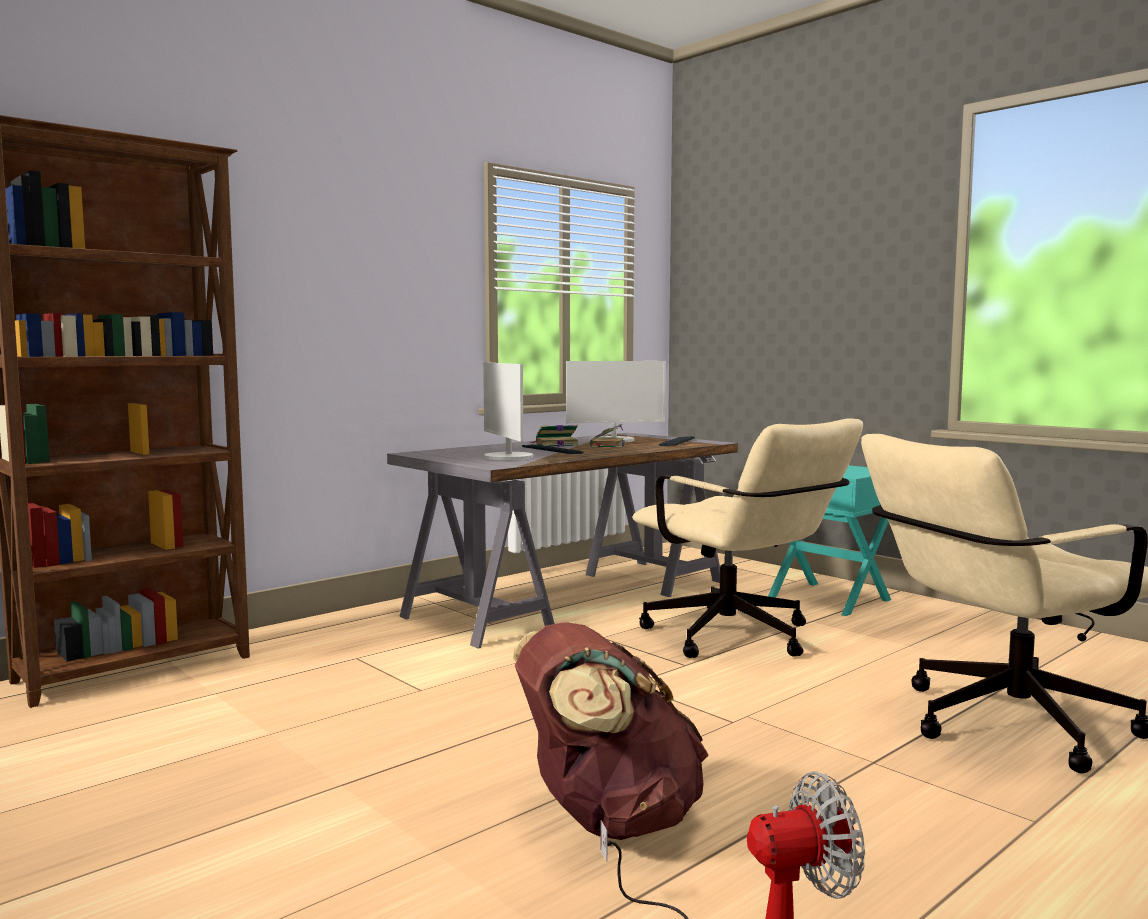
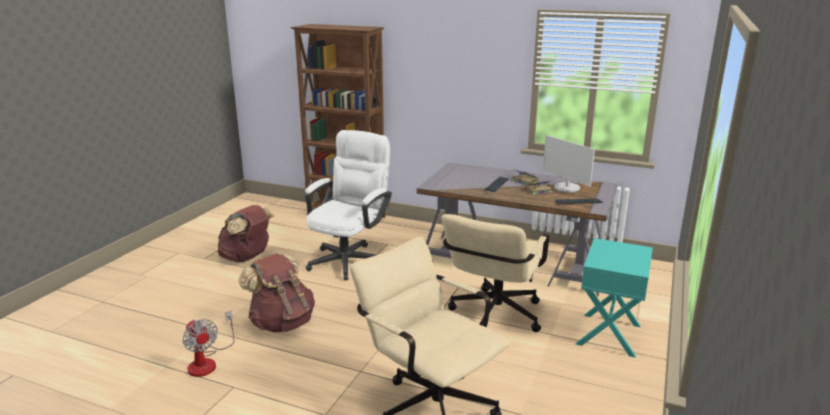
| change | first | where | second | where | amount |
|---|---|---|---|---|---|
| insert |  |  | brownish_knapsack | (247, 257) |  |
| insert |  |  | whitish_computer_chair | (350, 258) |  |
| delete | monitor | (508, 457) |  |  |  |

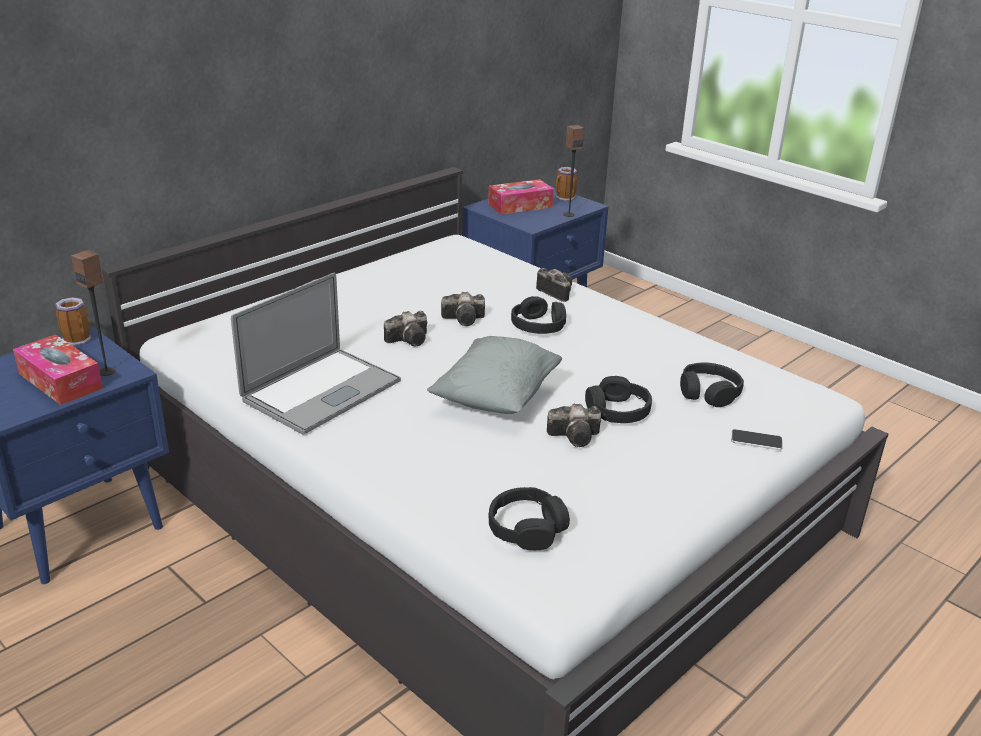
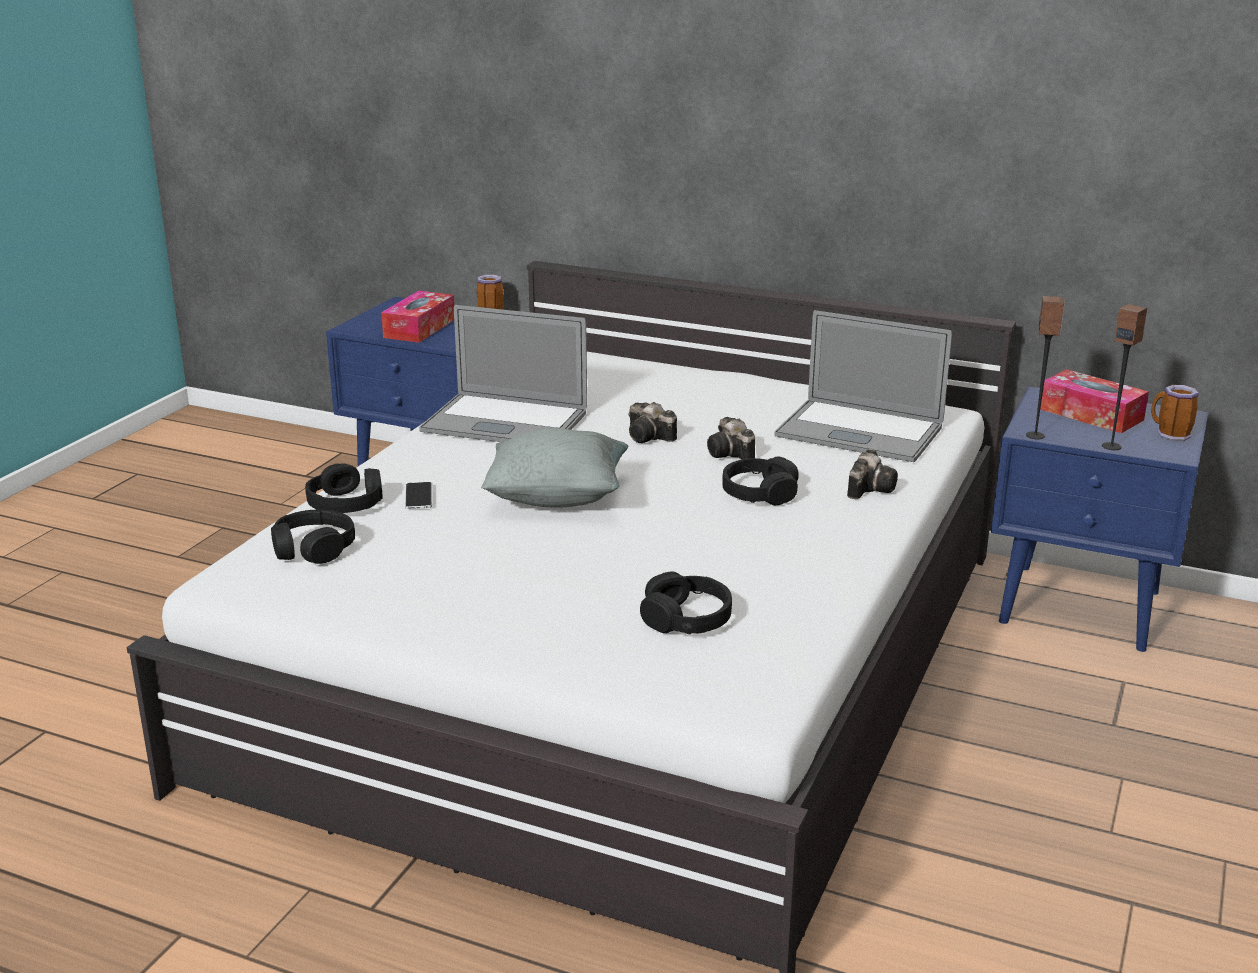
| change | first | where | second | where | amount |
|---|---|---|---|---|---|
| move | blackish_headset | (617, 411) |  | (346, 503) |  |
| move | handset | (756, 440) |  | (418, 497) |  |
| insert |  |  | laptop | (859, 431) |  |
| move | loudspeaker | (107, 371) |  | (1035, 436) |  |
| delete | photo_camera | (576, 436) |  |  |  |

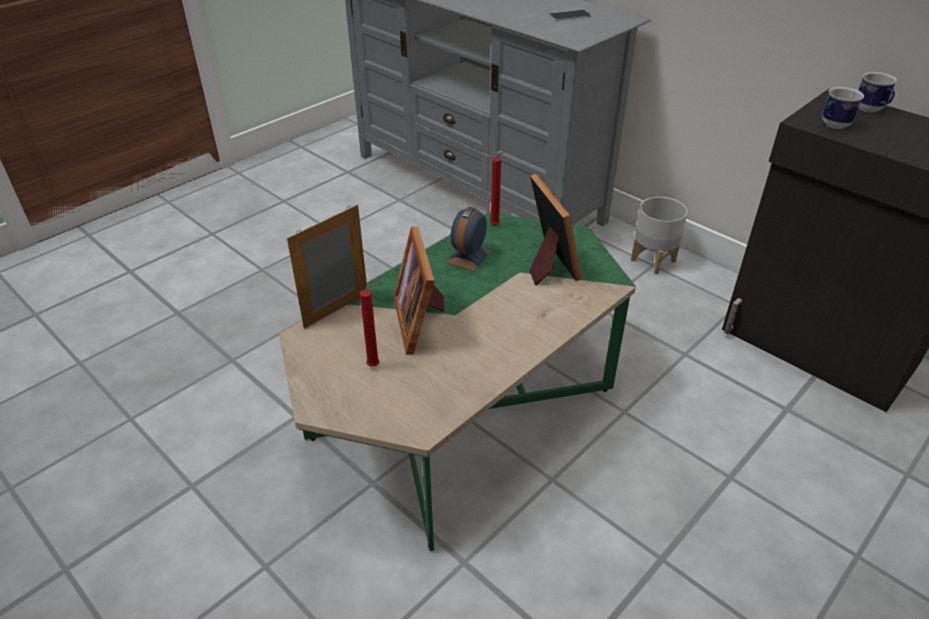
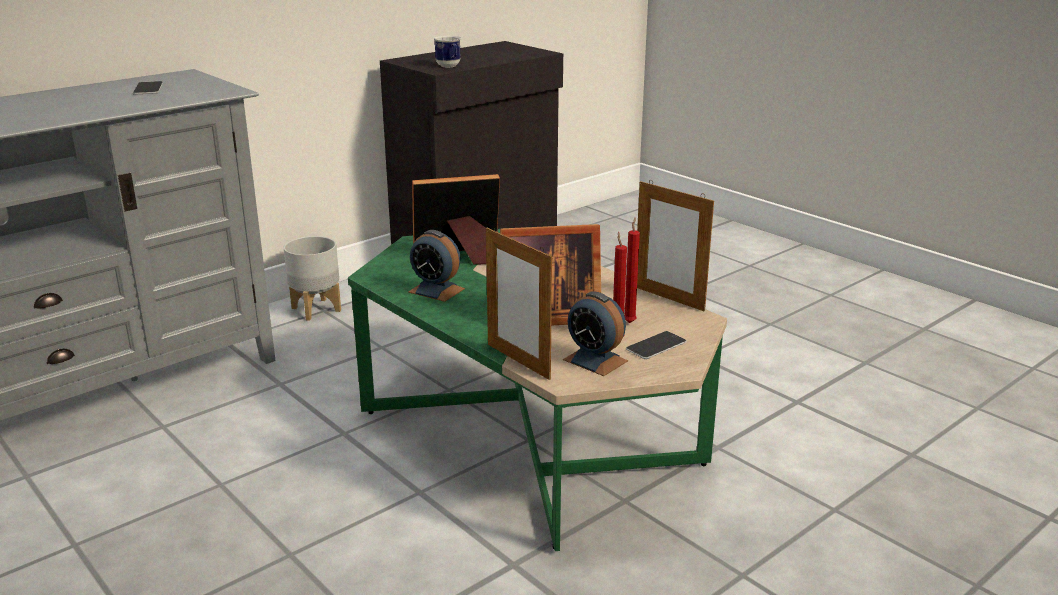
| change | first | where | second | where | amount |
|---|---|---|---|---|---|
| insert |  |  | alarm_clock | (595, 360) |  |
| move | red-coloured_wax_candle | (496, 225) |  | (630, 322) |  |
| insert |  |  | handset | (656, 345) |  |
| insert |  |  | picture_frame | (668, 298) |  |
| delete | coffee_mug | (871, 110) |  |  |  |

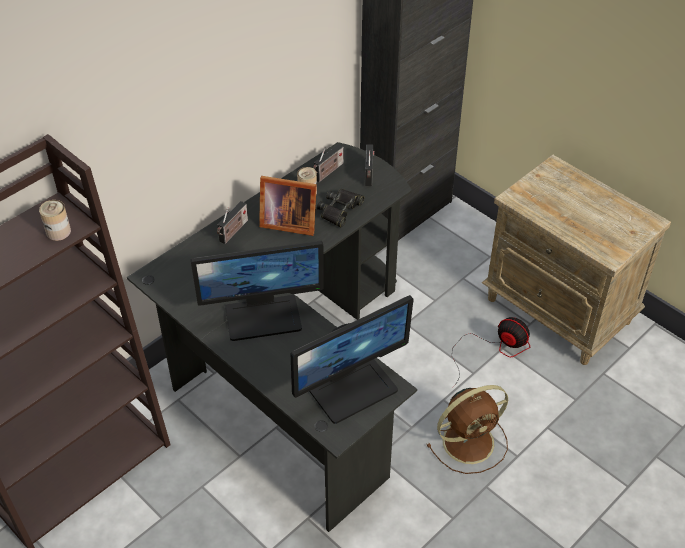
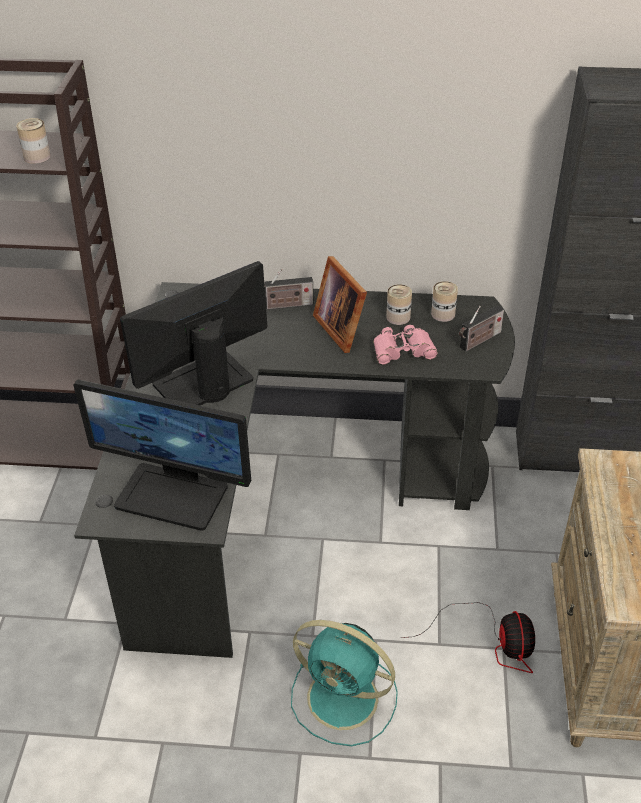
| change | first | where | second | where | amount |
|---|---|---|---|---|---|
| rotate | monitor | (263, 316) |  | (203, 383) | 105 degrees clockwise |
| recolor | brownish_cooling_fan | (470, 441) | blue-green_cooling_fan | (346, 699) |  |
| recolor | blackish_binoculars | (339, 210) | pinkish_binoculars | (403, 350) |  |
| replace | radio_set | (328, 172) | metal_can | (443, 314) |  |

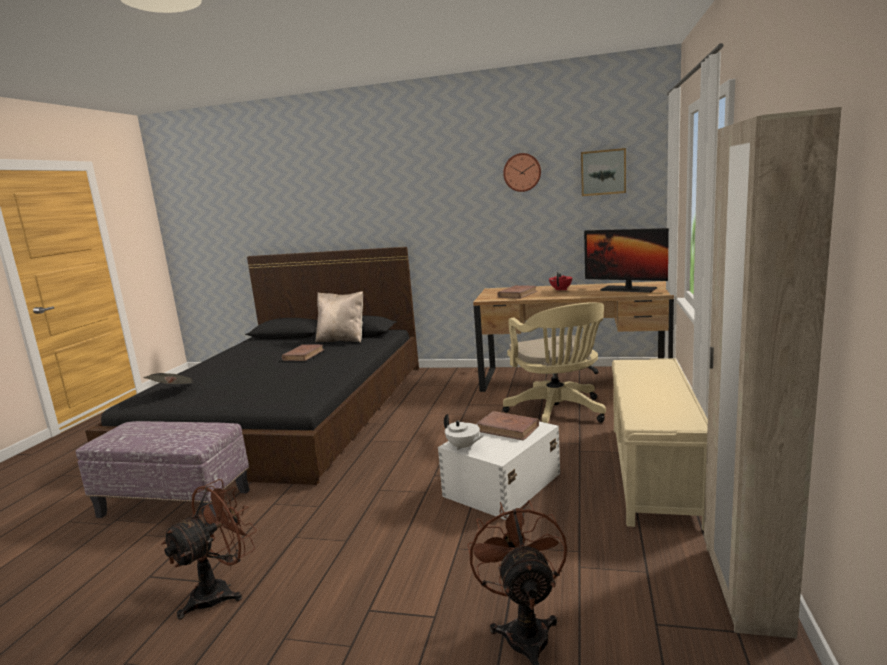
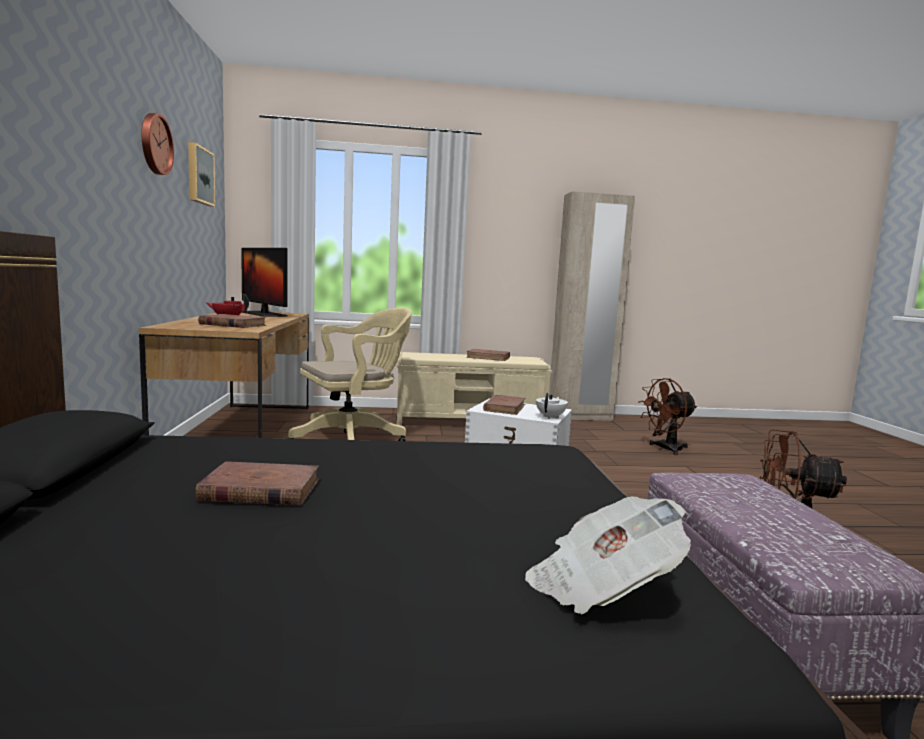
| change | first | where | second | where | amount |
|---|---|---|---|---|---|
| rotate | monitor | (628, 289) |  | (263, 314) | 120 degrees clockwise |
| insert |  |  | brownish_volume | (488, 357) |  |
| delete | beige-coloured_pillow | (342, 340) |  |  |  |

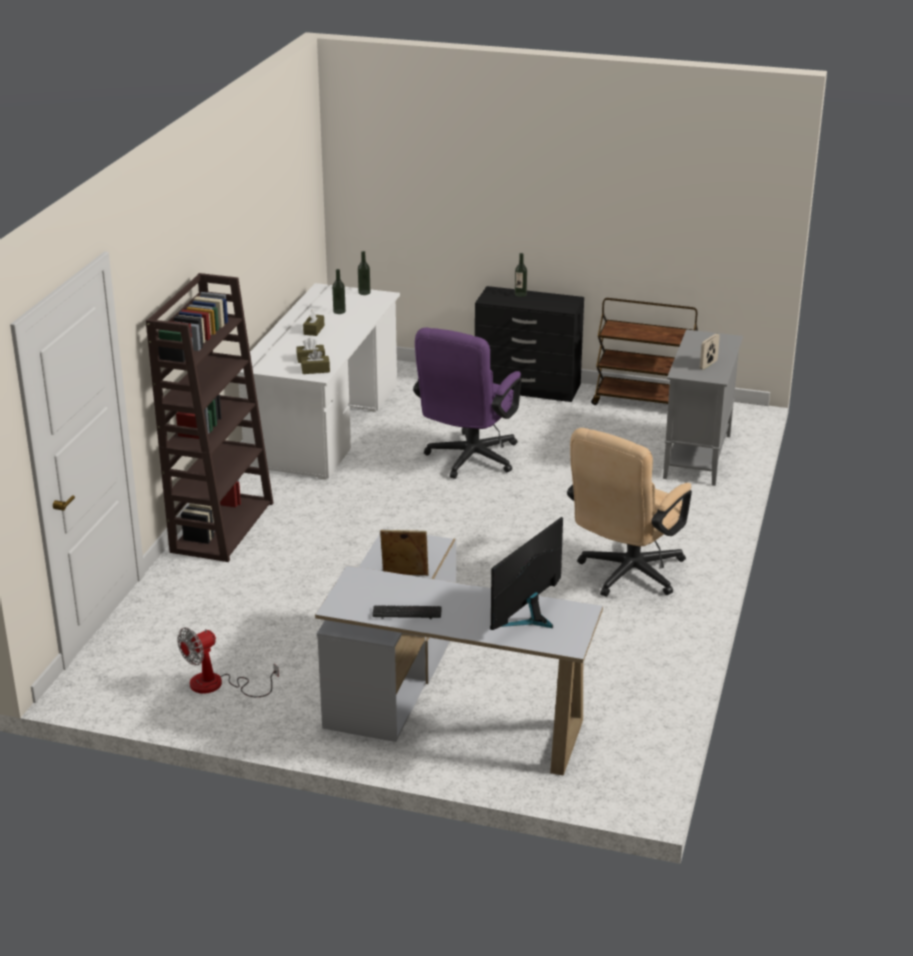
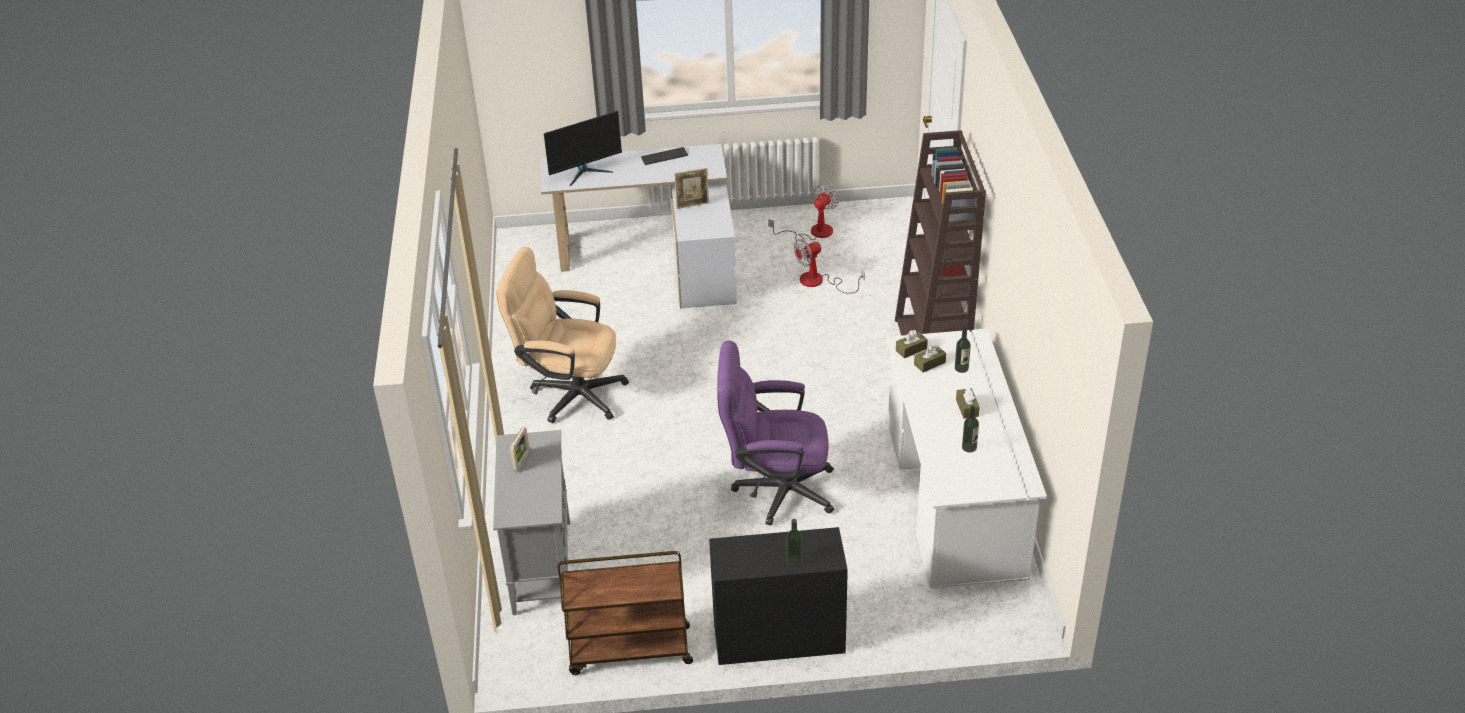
| change | first | where | second | where | amount |
|---|---|---|---|---|---|
| rotate | beige-coloured_computer_chair | (625, 576) |  | (569, 393) | 90 degrees counterclockwise |
| rotate | monitor | (528, 618) |  | (585, 172) | 45 degrees clockwise |
| rotate | purple_computer_chair | (468, 461) |  | (774, 490) | 90 degrees counterclockwise |
| insert |  |  | cooling_fan | (819, 282) |  |
| move | drink_bottle | (364, 292) |  | (961, 368) |  |

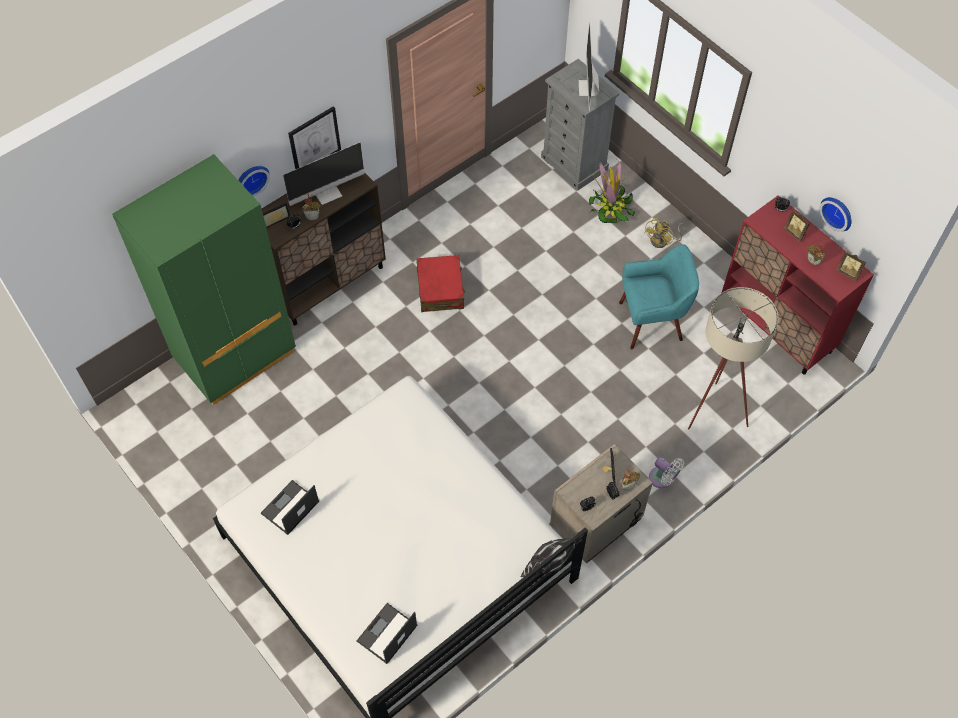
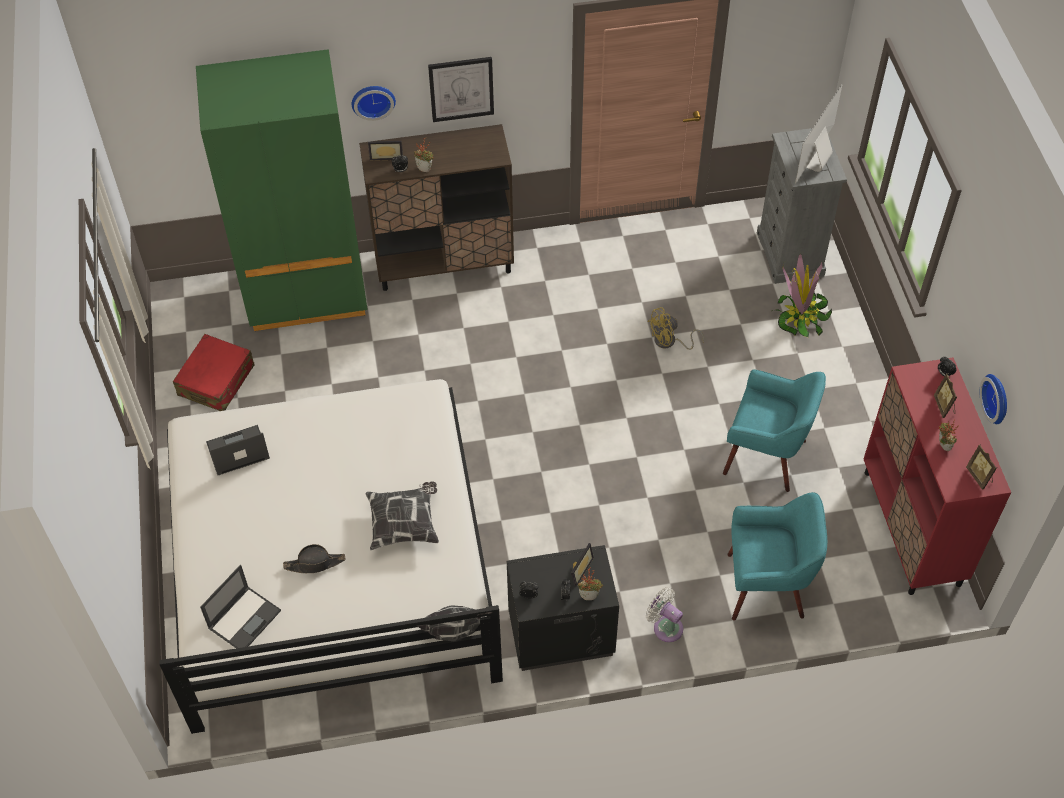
| change | first | where | second | where | amount |
|---|---|---|---|---|---|
| move | red-coloured_piece_of_luggage | (440, 289) |  | (216, 380) |  |
| rotate | laptop | (386, 634) |  | (245, 618) | 150 degrees clockwise |
| insert |  |  | blackish_clothing_hat | (315, 563) |  |
| insert |  |  | pillow | (404, 524) |  |
| recolor | beige-coloured_bedside_table | (597, 523) | blackish_bedside_table | (561, 635) |  |
| rotate | whitish_cooling_fan | (662, 479) |  | (665, 626) | 150 degrees clockwise |
| move | yellow_cooling_fan | (663, 241) |  | (669, 342) |  |
| replace | beige-coloured_standard_lamp | (710, 416) | blue-green_easy_chair | (766, 586) |  |
| delete | monitor | (328, 193) |  |  |  |

